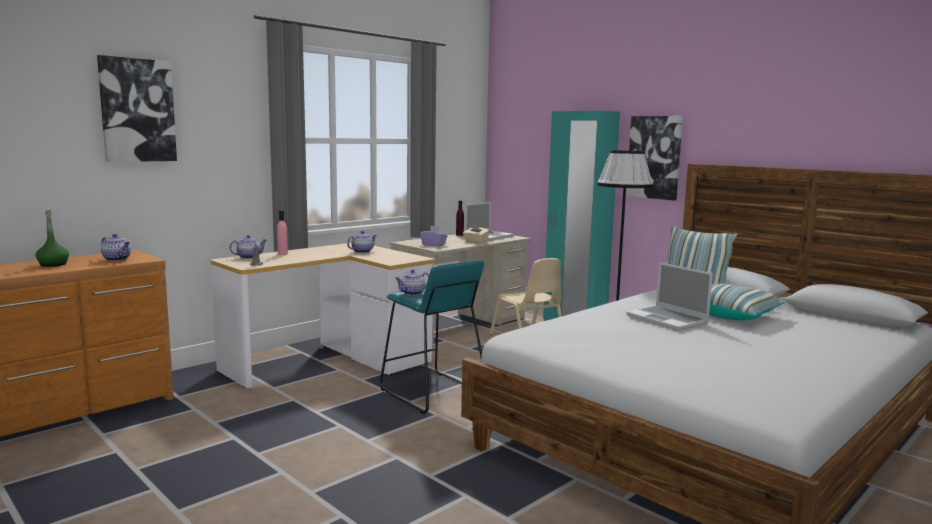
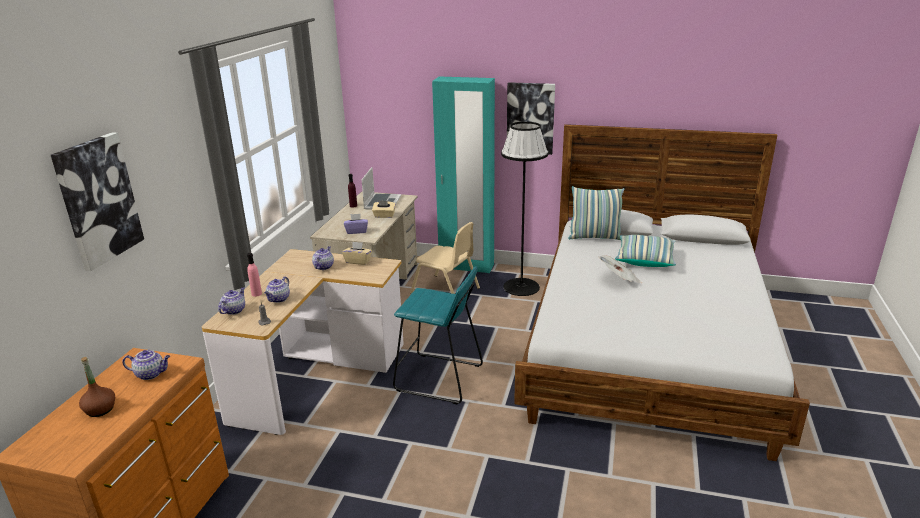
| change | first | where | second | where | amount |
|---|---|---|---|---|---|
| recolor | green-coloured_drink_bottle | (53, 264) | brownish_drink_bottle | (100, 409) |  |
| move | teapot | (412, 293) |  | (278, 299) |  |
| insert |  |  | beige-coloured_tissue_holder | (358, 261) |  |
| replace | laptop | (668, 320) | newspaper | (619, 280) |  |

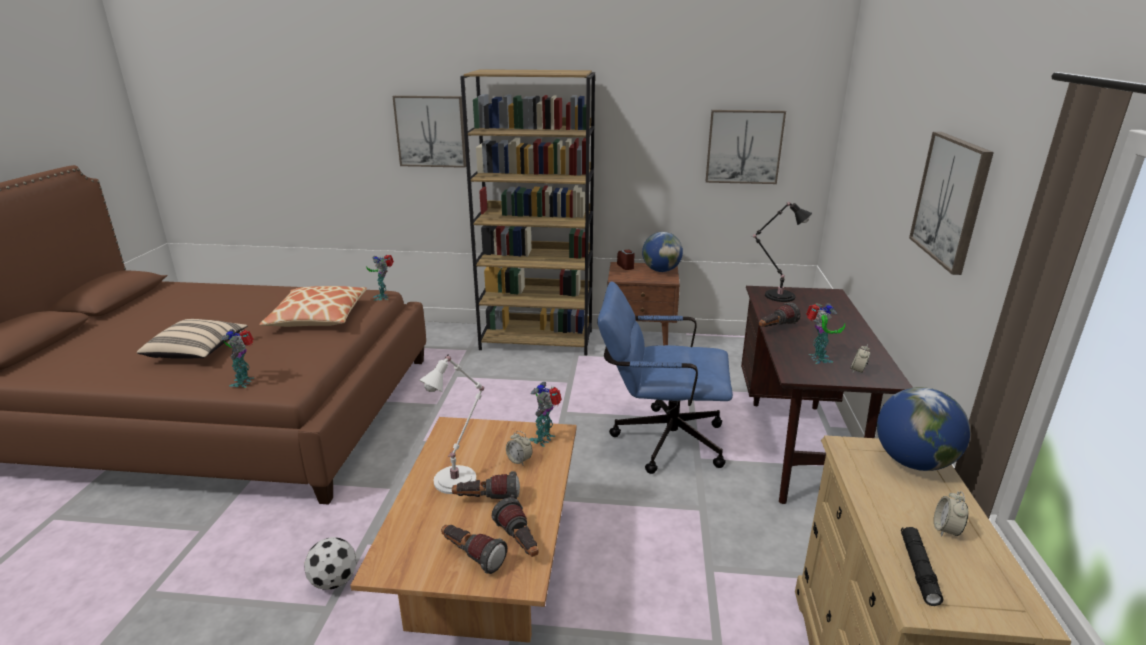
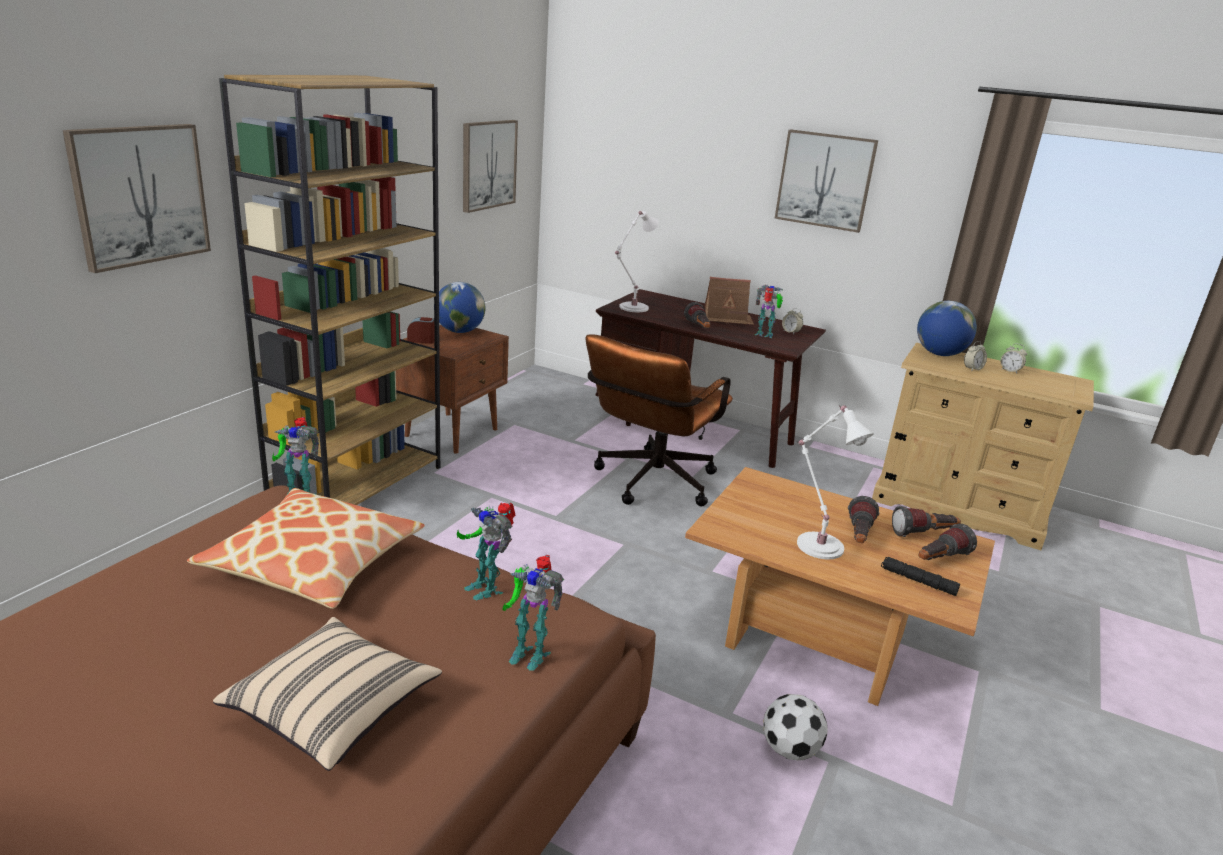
| change | first | where | second | where | amount |
|---|---|---|---|---|---|
| move | robot_figure | (545, 439) |  | (486, 587) |  |
| recolor | blue_computer_chair | (659, 439) | brownish_computer_chair | (650, 484) |  |
| recolor | blackish_lamp_for_a_table | (777, 295) | whitish_lamp_for_a_table | (631, 308) |  |
| insert |  |  | model_house | (727, 318) |  |
| move | blackish_torch | (918, 569) |  | (918, 581) |  |
| move | alarm_clock | (519, 460) |  | (972, 369) |  |

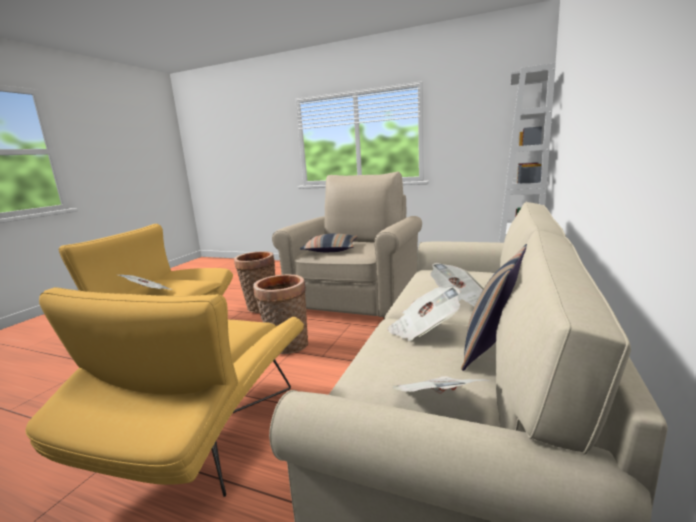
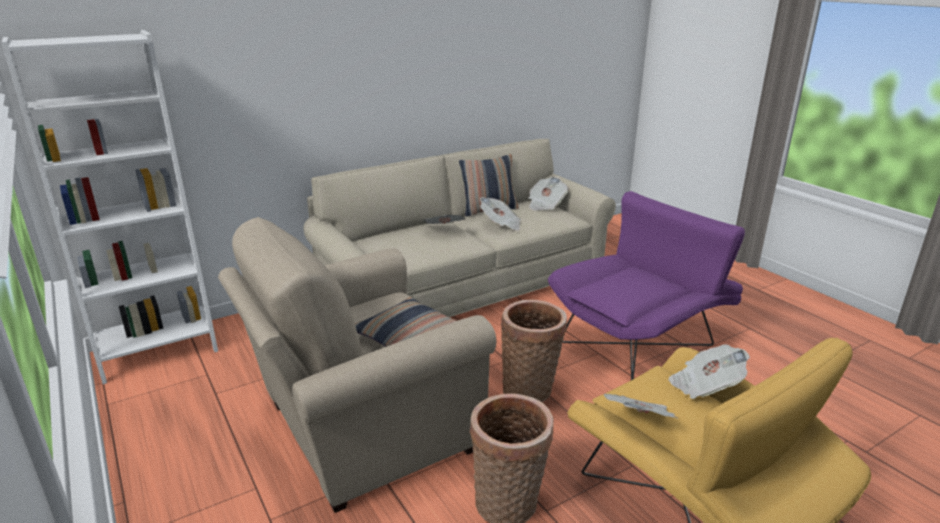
| change | first | where | second | where | amount |
|---|---|---|---|---|---|
| recolor | yellow_easy_chair | (199, 436) | purple_easy_chair | (641, 338) |  |
| insert |  |  | newspaper | (640, 421) |  |

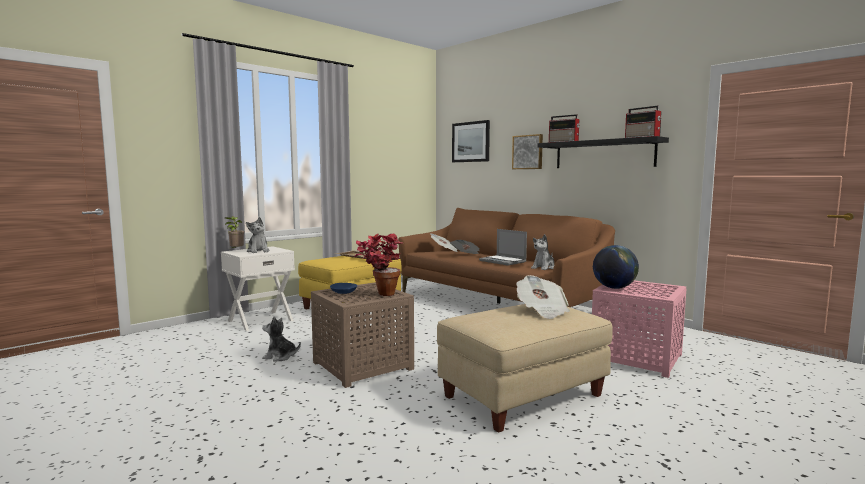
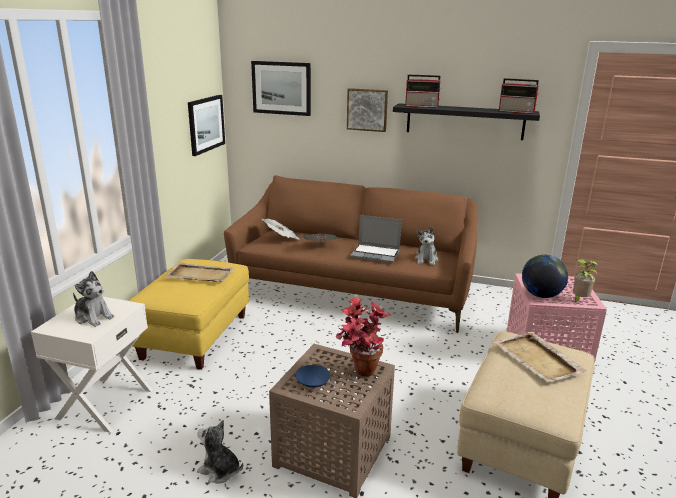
| change | first | where | second | where | amount |
|---|---|---|---|---|---|
| insert |  |  | wall_picture | (206, 124) |  |
| rotate | soft_toy | (280, 357) |  | (220, 471) | 45 degrees clockwise |
| replace | newspaper | (542, 311) | beige-coloured_tray | (538, 359) |  |
| move | plant_in_a_pot | (236, 251) |  | (579, 300) |  |

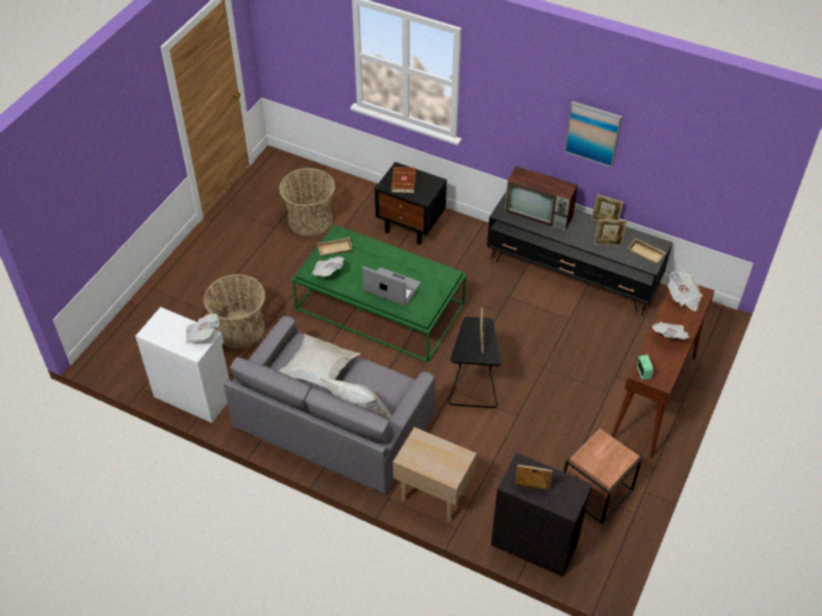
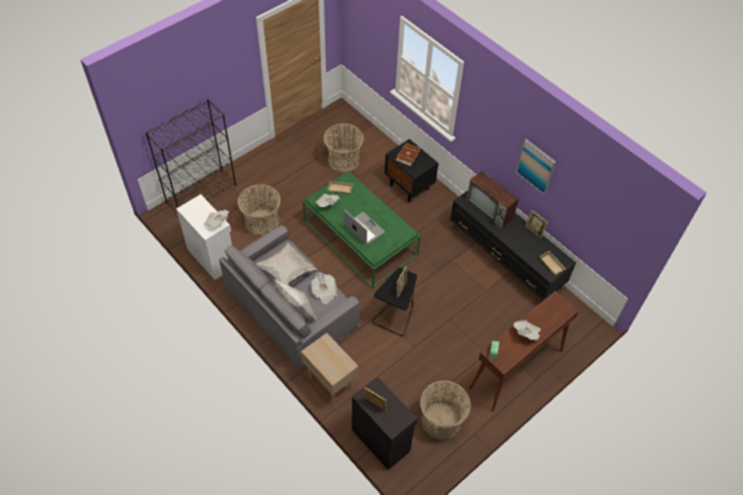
| change | first | where | second | where | amount |
|---|---|---|---|---|---|
| insert |  |  | blackish_shelving_unit | (201, 193) |  |
| move | newspaper | (683, 298) |  | (324, 292) |  |
| replace | brownish_end_table | (596, 492) | basket | (441, 421) |  |
| delete | picture_frame | (607, 244) |  |  |  |

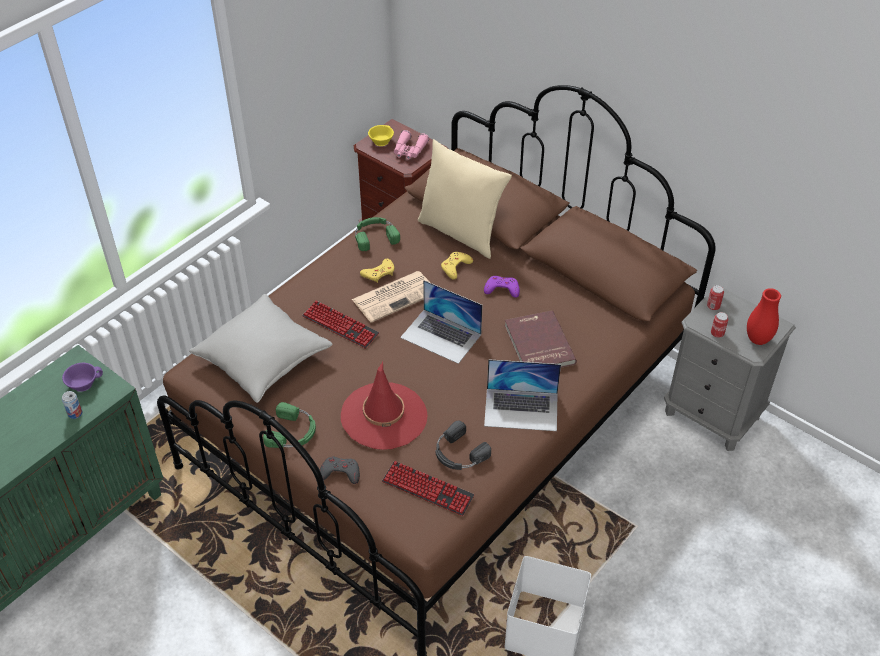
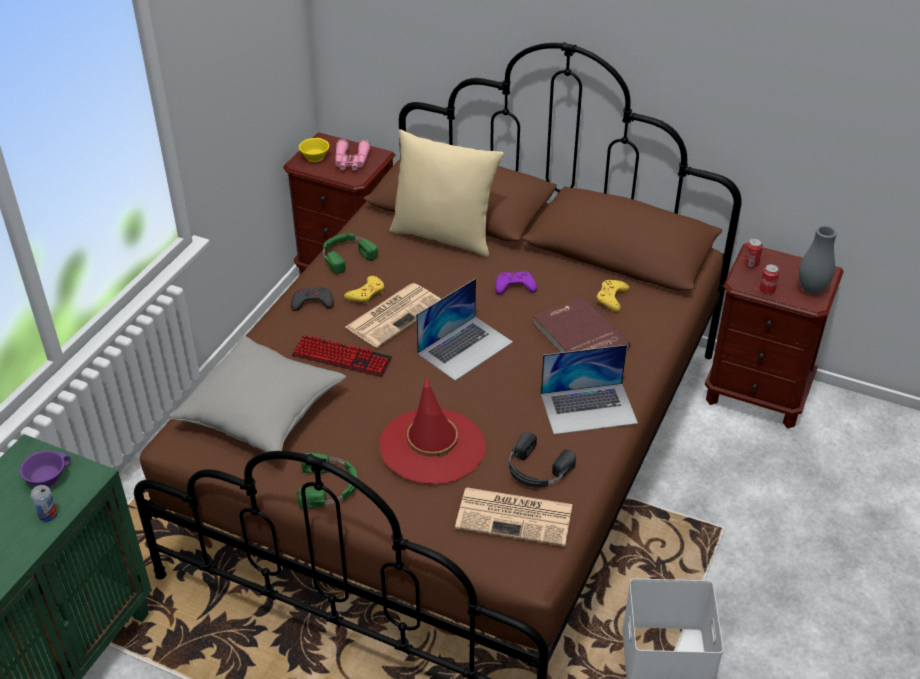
| change | first | where | second | where | amount |
|---|---|---|---|---|---|
| move | grey_joypad | (340, 472) |  | (312, 302) |  |
| rotate | laptop | (441, 336) |  | (465, 347) | 60 degrees counterclockwise |
| replace | PC_keyboard | (427, 489) | newspaper | (516, 516) |  |
| move | yellow_joypad | (455, 267) |  | (611, 298) |  |
| recolor | grey_bedside_table | (712, 415) | brownish_bedside_table | (757, 394) |  |
| recolor | red-coloured_decorative_vase | (757, 340) | grey_decorative_vase | (811, 289) |  |

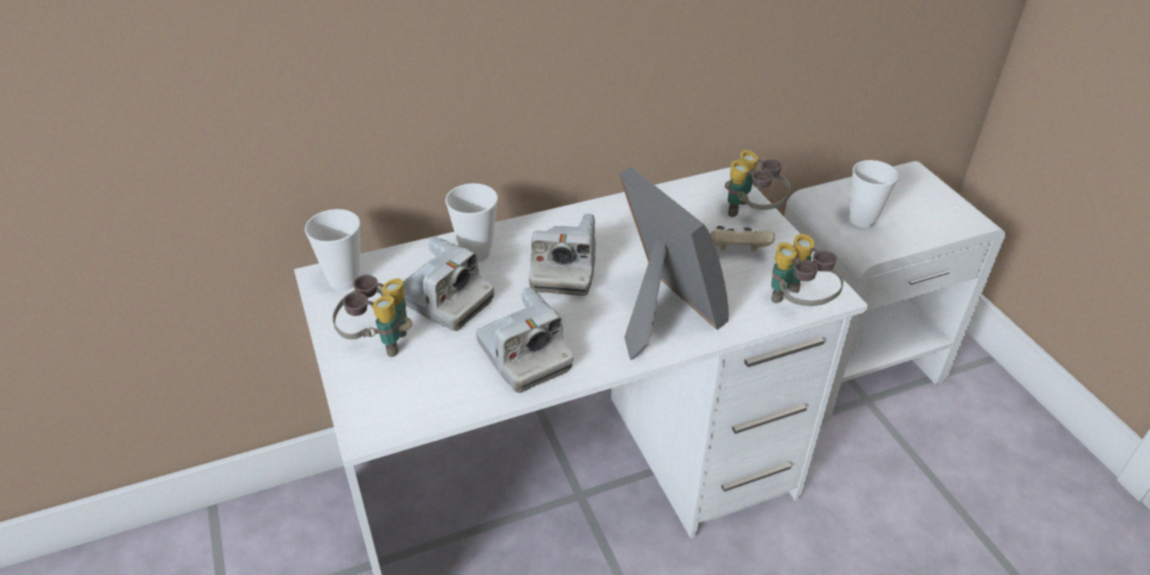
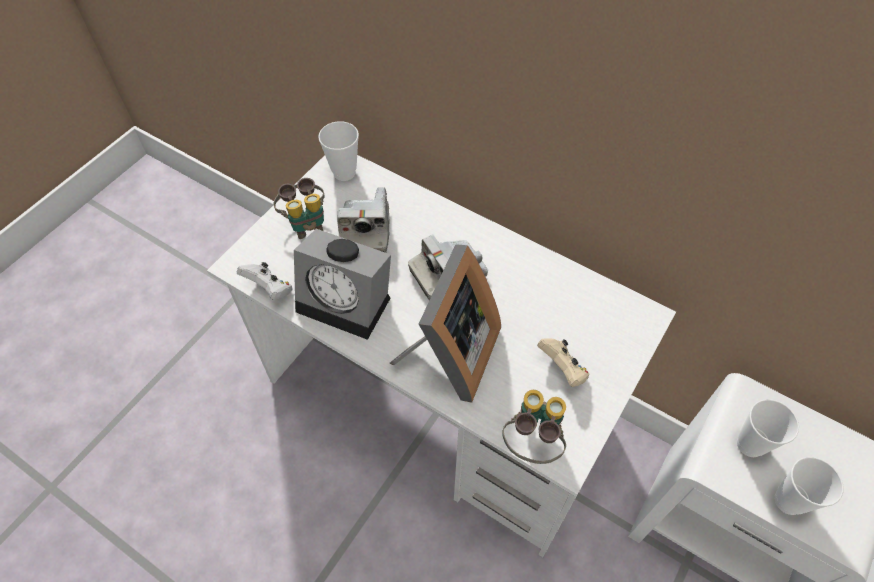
| change | first | where | second | where | amount |
|---|---|---|---|---|---|
| insert |  |  | whitish_joypad | (269, 289) |  |
| replace | photo_camera | (523, 356) | alarm_clock | (348, 302) |  |
| move | small_cup | (476, 252) |  | (788, 501) |  |
| delete | binoculars | (751, 214) |  |  |  |

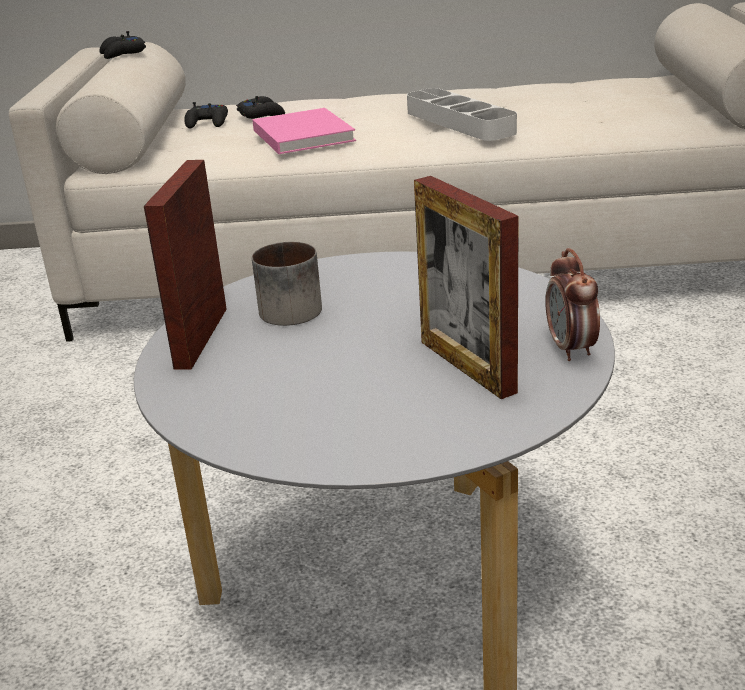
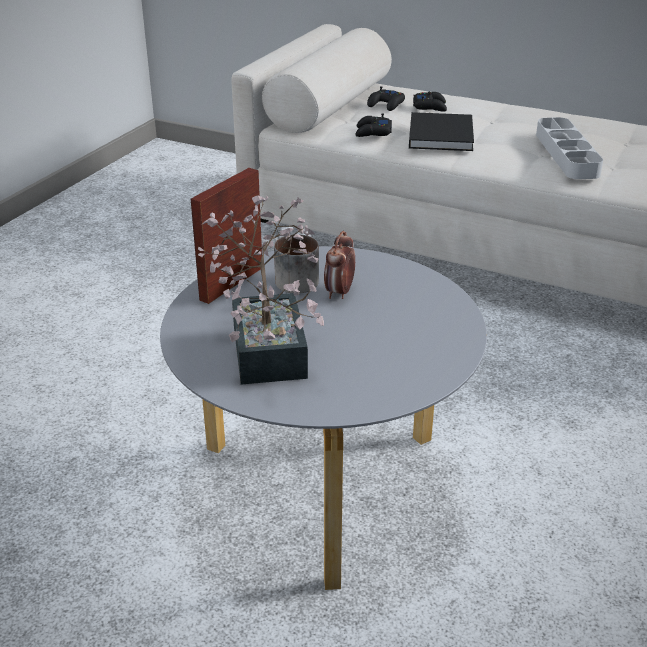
| change | first | where | second | where | amount |
|---|---|---|---|---|---|
| insert |  |  | plant_in_a_pot | (269, 344) |  |
| move | alarm_clock | (571, 349) |  | (339, 292) |  |
| move | blackish_joypad | (122, 54) |  | (373, 132) |  |
| recolor | pinkish_volume | (302, 134) | blackish_volume | (440, 134) |  |
| delete | picture_frame | (467, 366) |  |  |  |

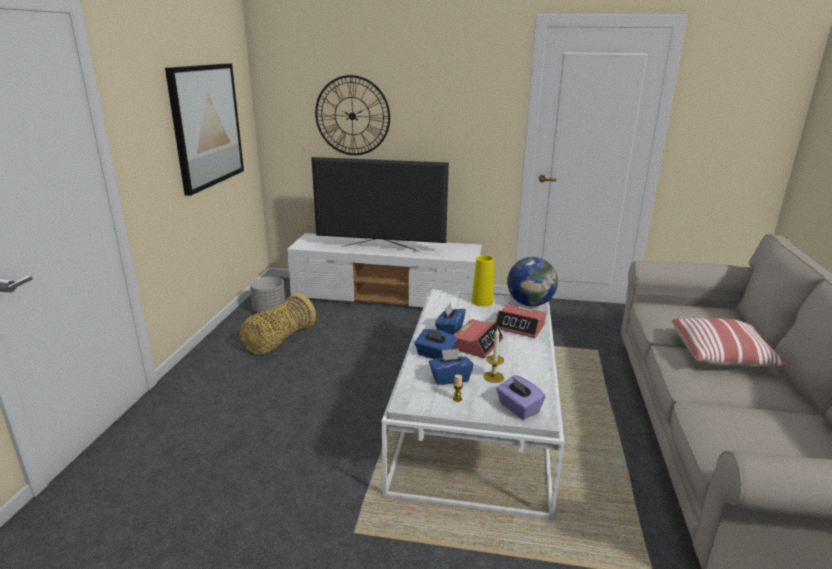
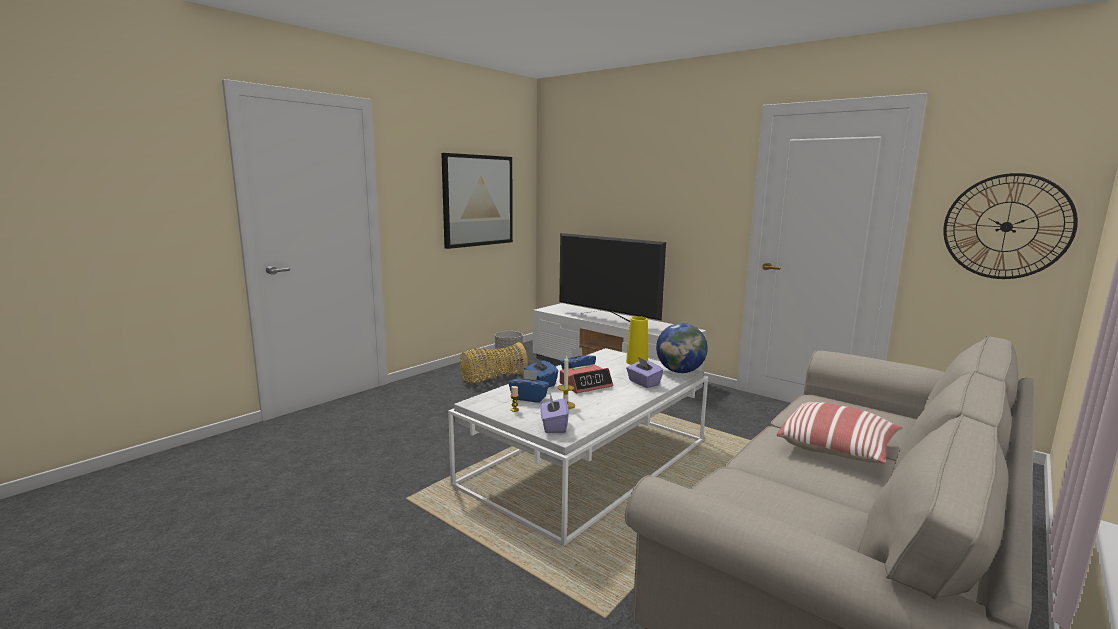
| change | first | where | second | where | amount |
|---|---|---|---|---|---|
| replace | alarm_clock | (520, 327) | purple_tissue_holder | (643, 383) |  |
| move | clock_on_the_wall | (352, 116) |  | (1006, 227) |  |

